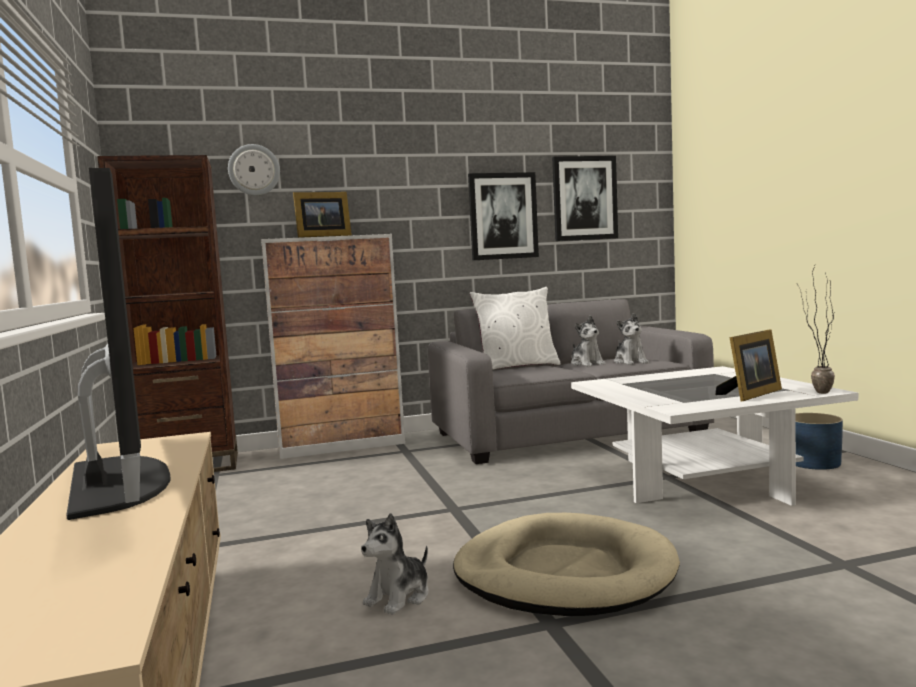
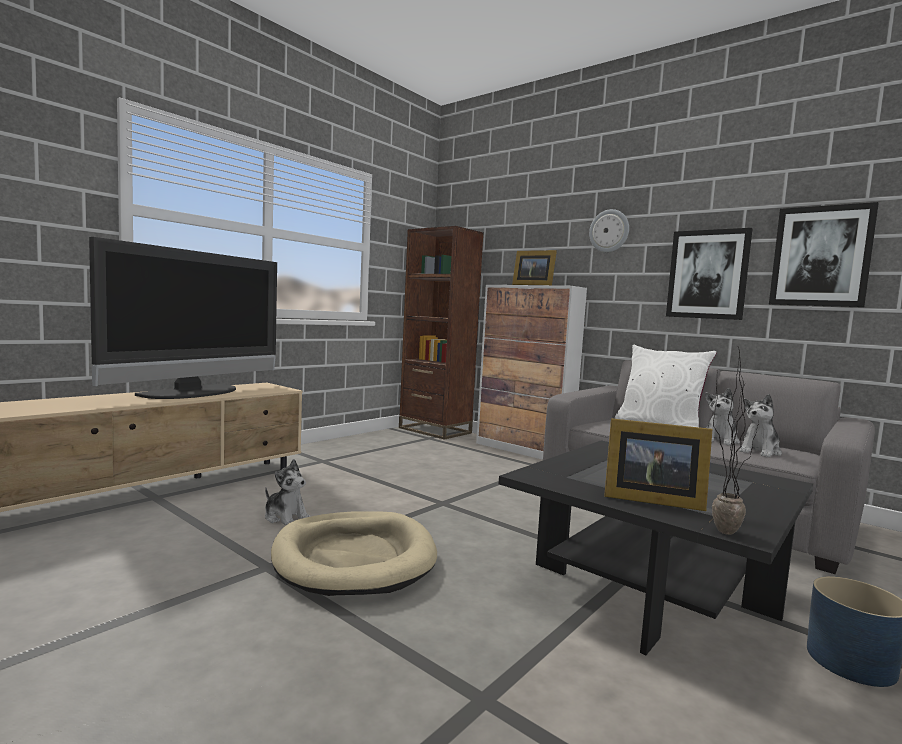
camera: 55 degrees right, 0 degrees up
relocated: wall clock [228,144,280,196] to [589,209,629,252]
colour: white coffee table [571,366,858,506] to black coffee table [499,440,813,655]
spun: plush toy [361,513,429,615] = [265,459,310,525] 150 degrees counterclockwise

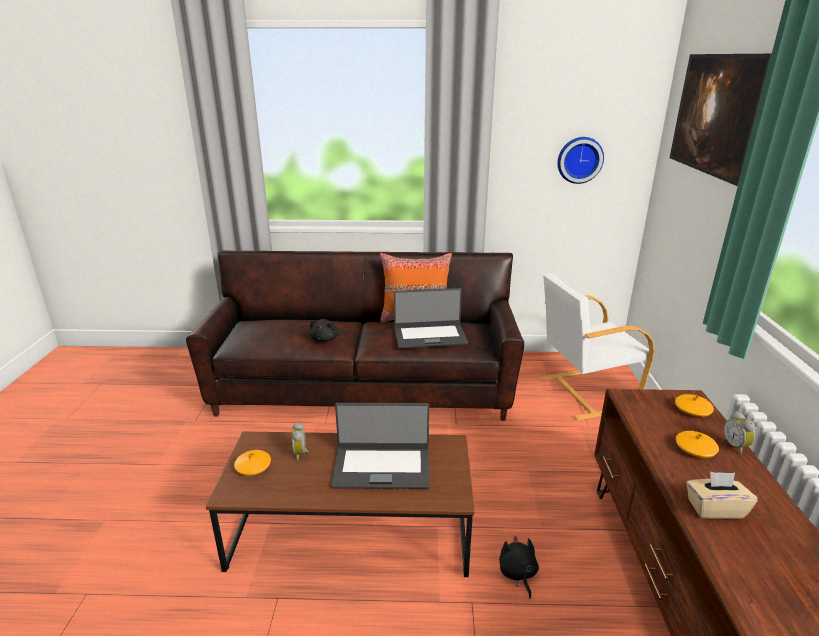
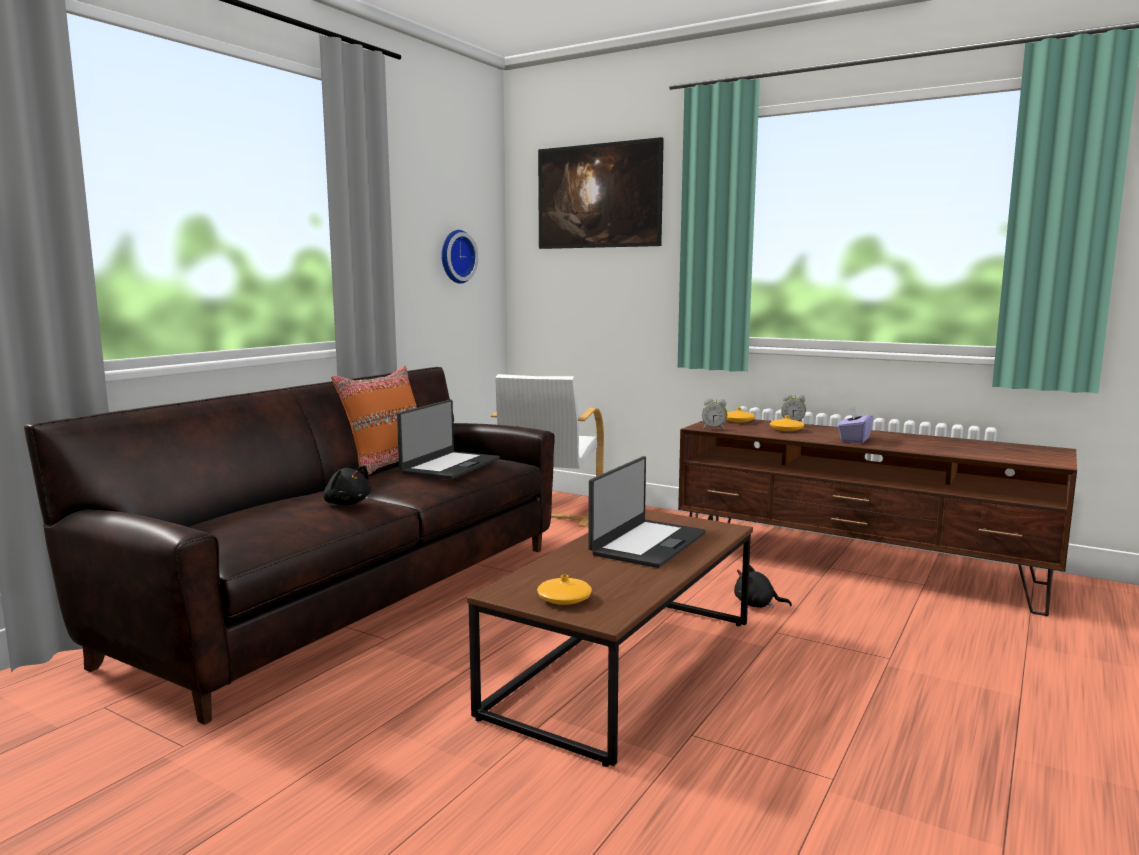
camera: 60 degrees left, 15 degrees down
relocated: alarm clock [292,422,309,461] to [702,398,727,431]
colour: beige tissue box [686,472,758,519] to purple tissue box [838,406,873,443]

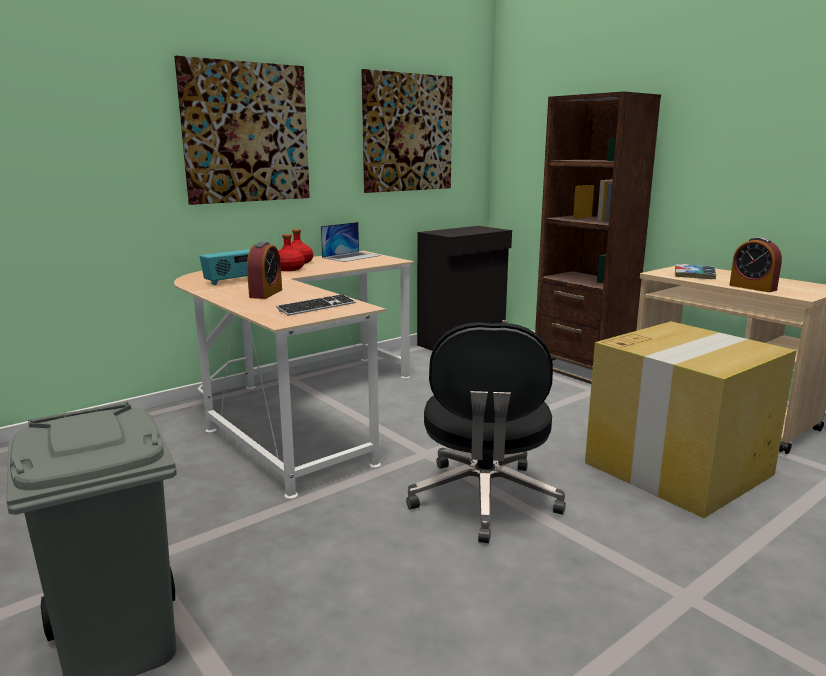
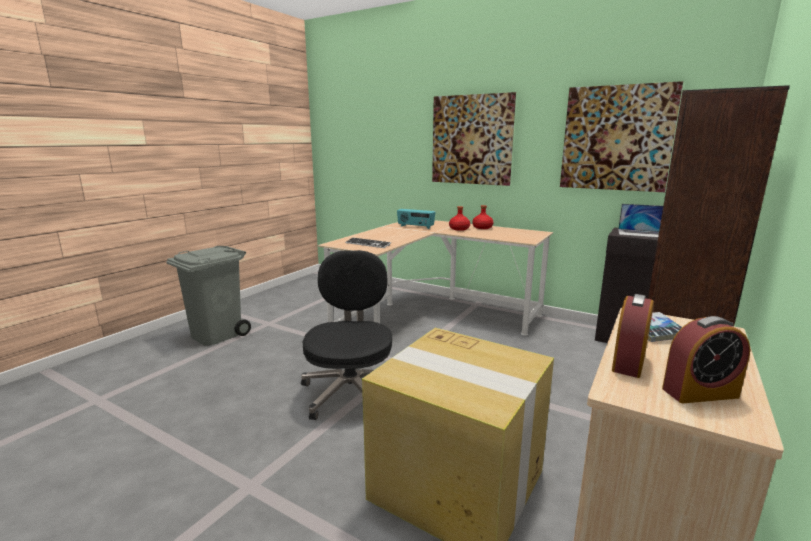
camera: 70 degrees right, 0 degrees up
relocated: alarm clock [247,242,282,299] to [662,316,750,403]; laptop [321,222,381,262] to [618,204,663,238]
spun: black office chair [406,322,565,544] = [301,250,392,420] 105 degrees clockwise

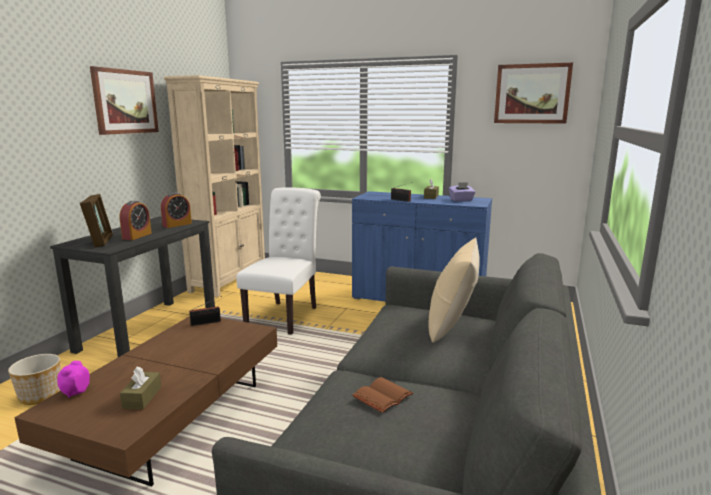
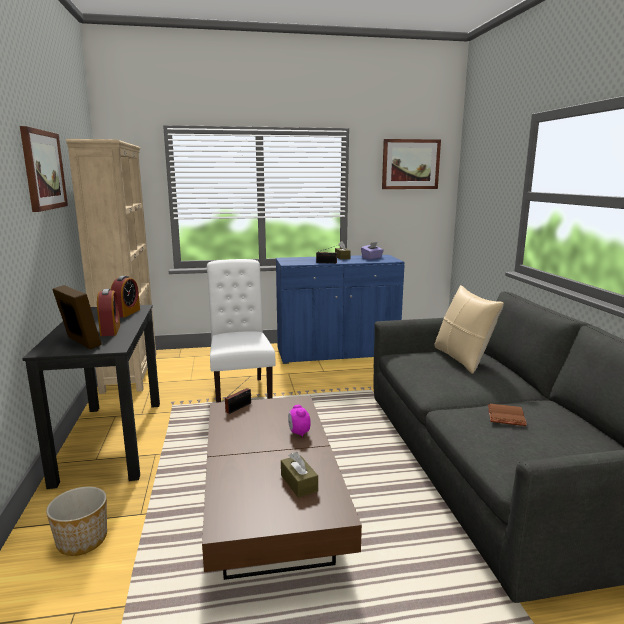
camera: 30 degrees left, 0 degrees up
relocated: alarm clock [57,361,90,398] to [288,405,311,437]

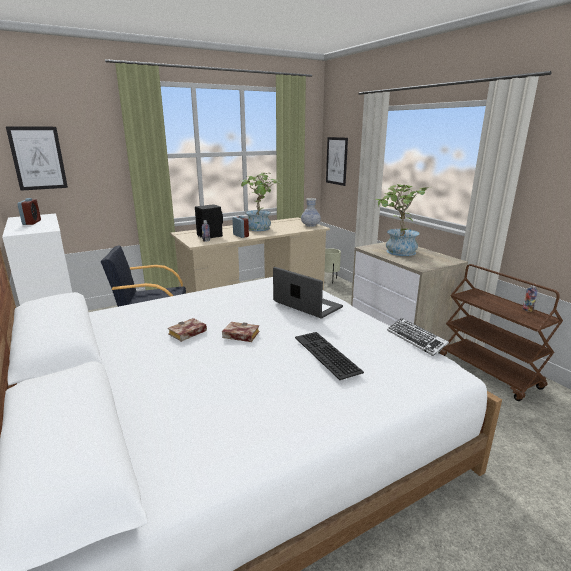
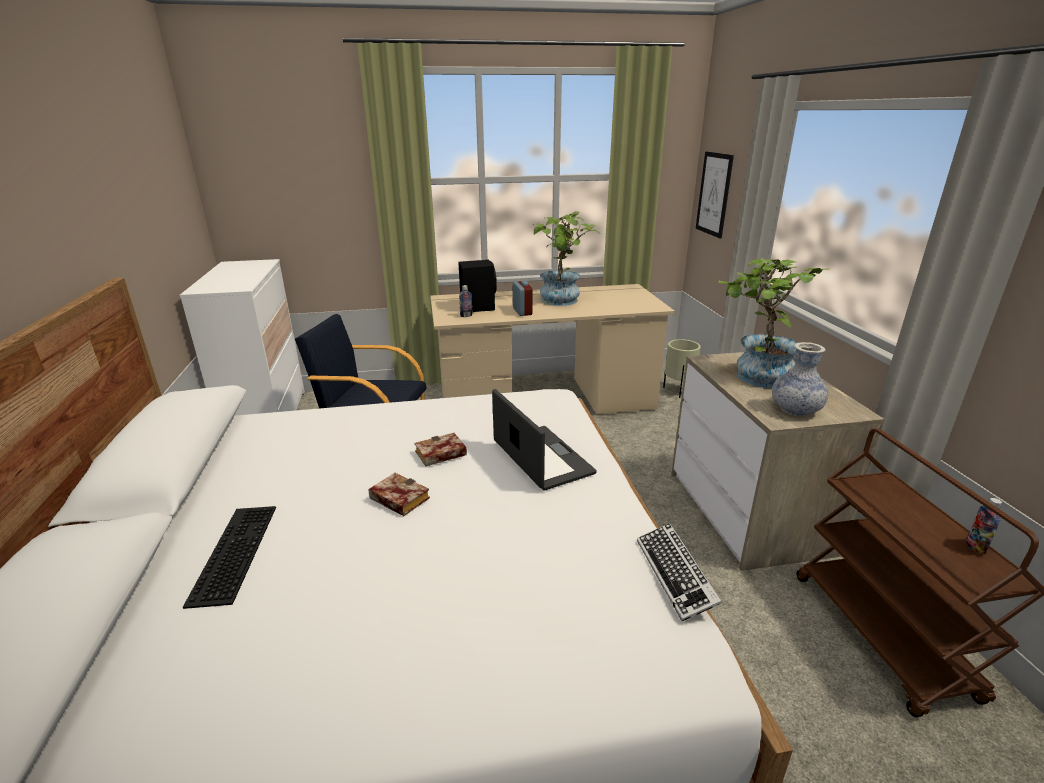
camera: 20 degrees right, 5 degrees up
missing: picture [6,127,68,191]; alarm clock [17,198,41,225]
relocated: book [168,318,207,342] to [415,433,467,466]; keyboard [295,332,364,380] to [183,506,276,609]; vase [301,198,321,227] to [772,342,828,417]

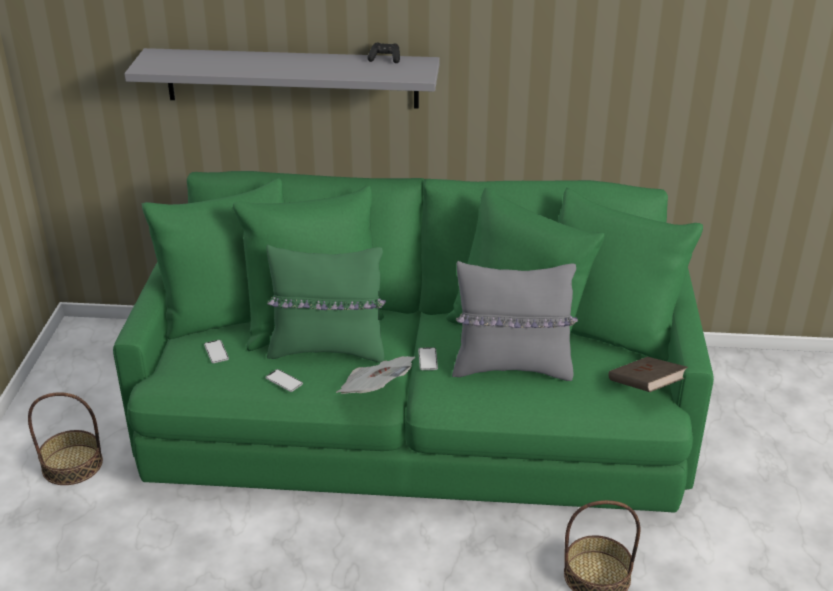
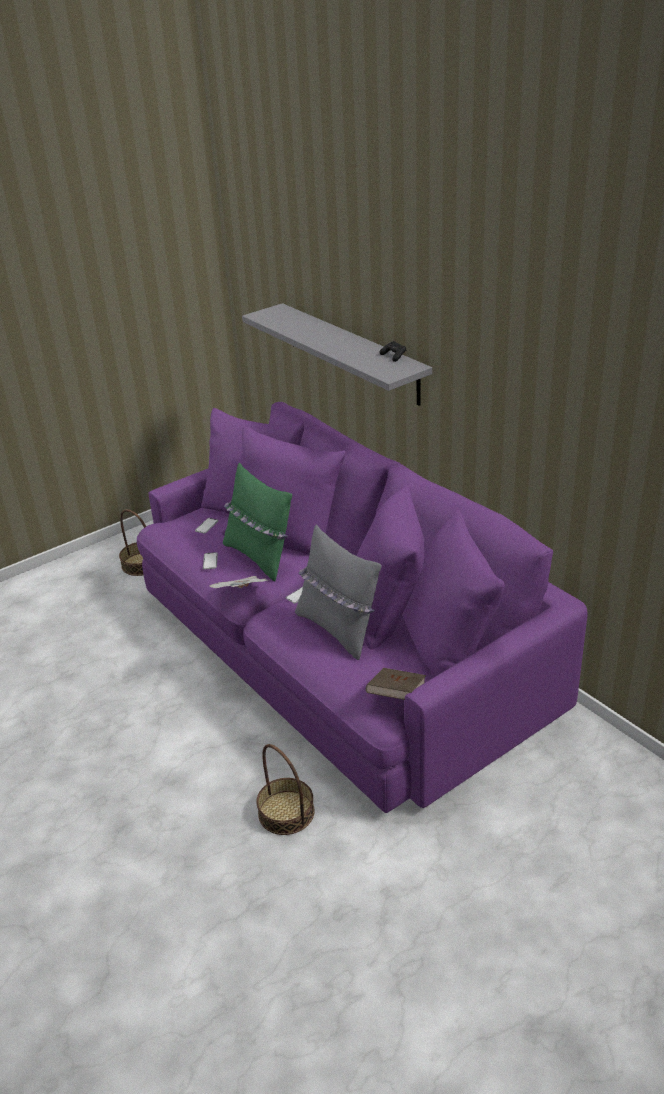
camera: 50 degrees right, 0 degrees up
colour: green sofa [113,171,714,513] to purple sofa [137,402,588,813]

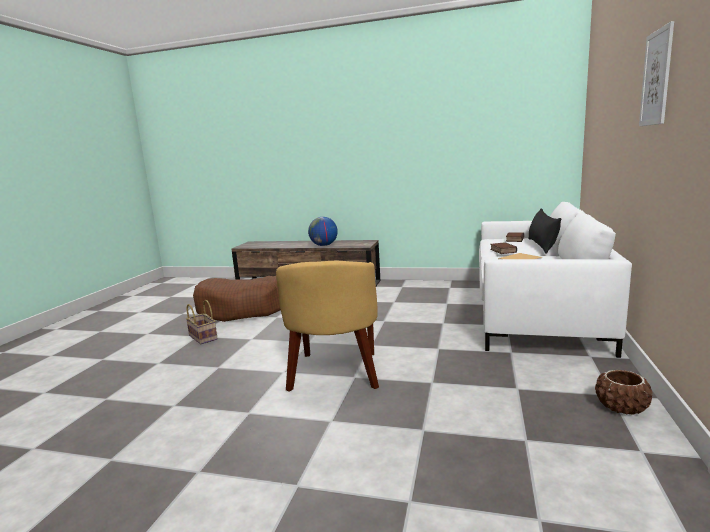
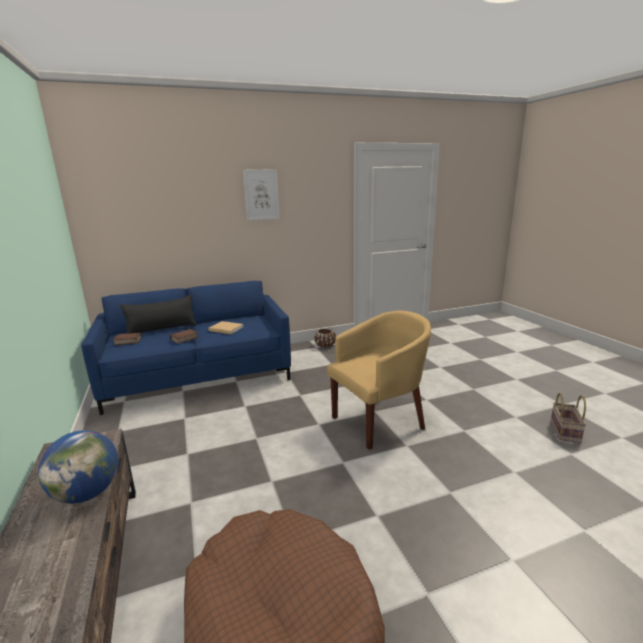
camera: 125 degrees left, 5 degrees up
relocated: basket [186,300,218,344] to [551,393,586,443]
colour: white sofa [479,202,632,358] to blue sofa [81,281,291,415]

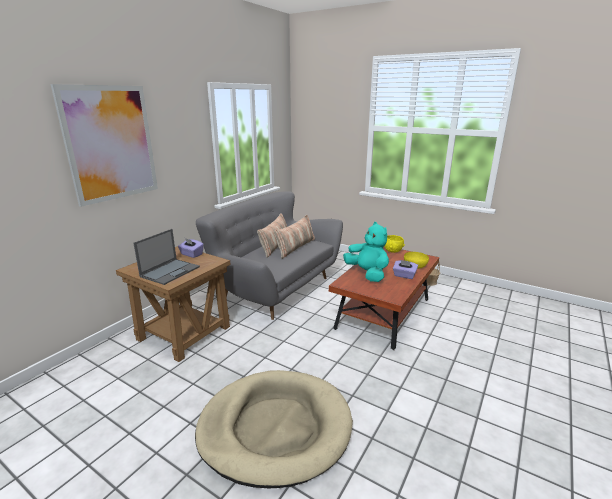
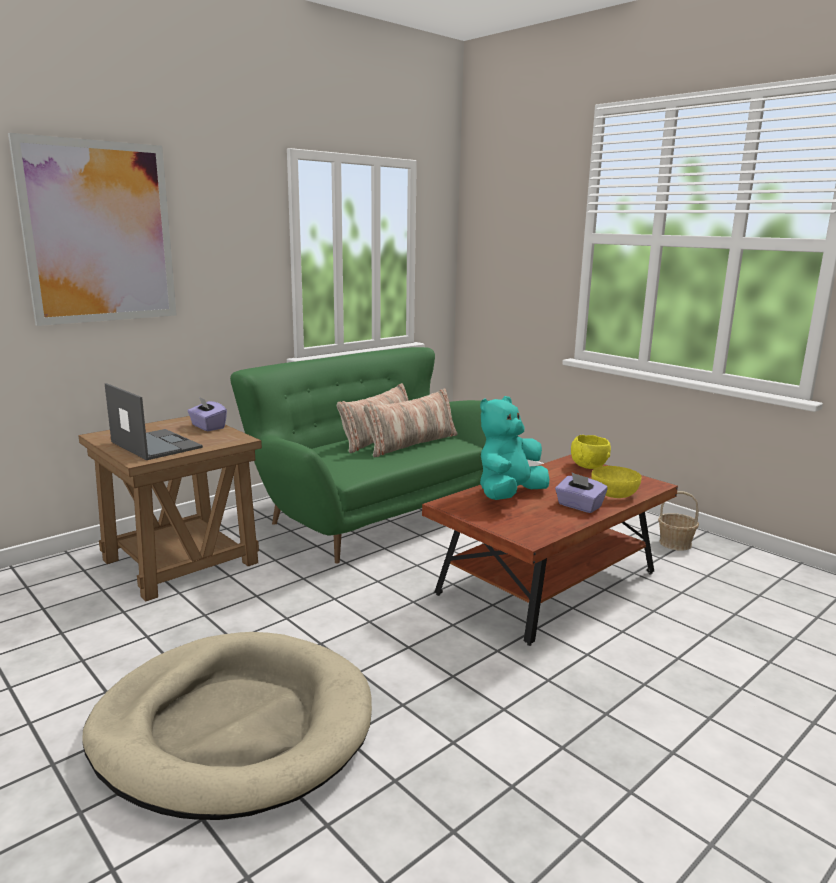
camera: 15 degrees right, 5 degrees down
colour: grey sofa [196,191,343,320] to green sofa [230,347,486,564]
spun: laptop [133,229,200,285] = [105,383,203,460] 90 degrees counterclockwise; turquoise plush toy [343,222,389,282] = [480,396,549,500] 120 degrees counterclockwise

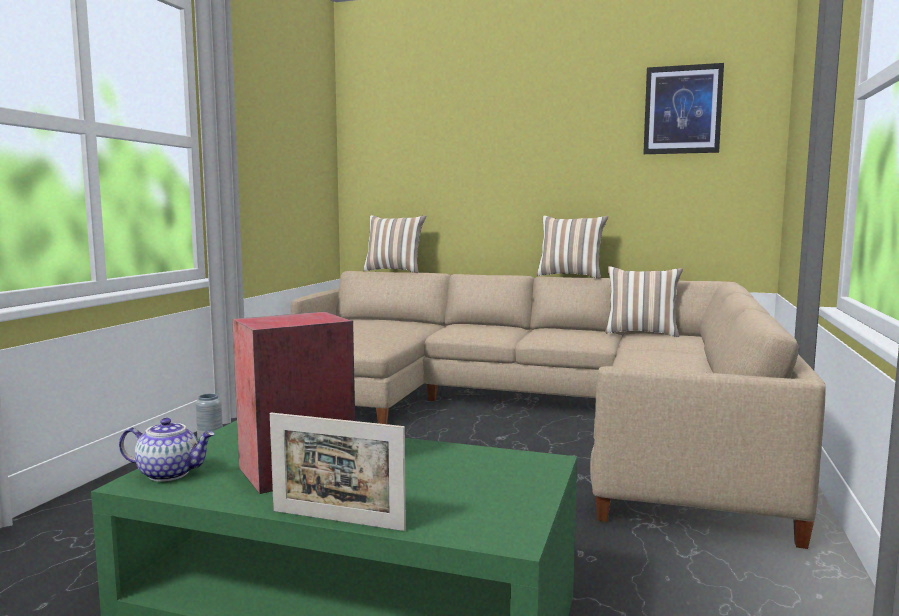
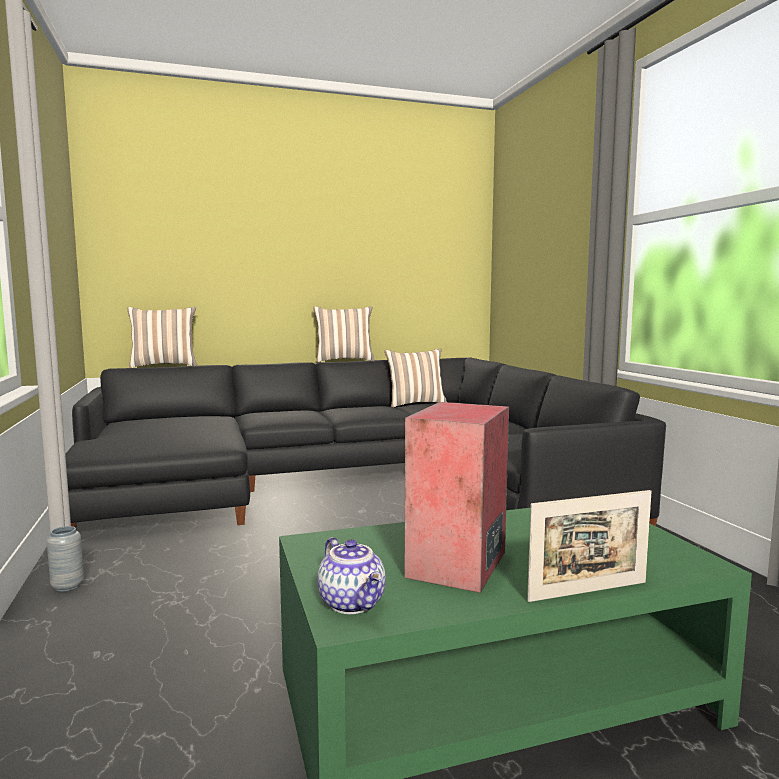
camera: 35 degrees left, 0 degrees up
missing: picture [643,63,724,154]
colour: beige sofa [291,271,826,549] to black sofa [65,358,666,530]
spun: teapot [119,418,215,482] = [317,537,386,614] 90 degrees clockwise

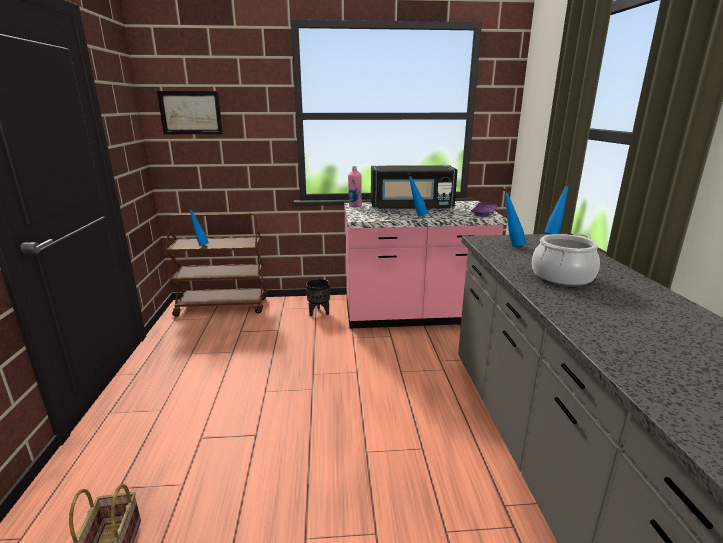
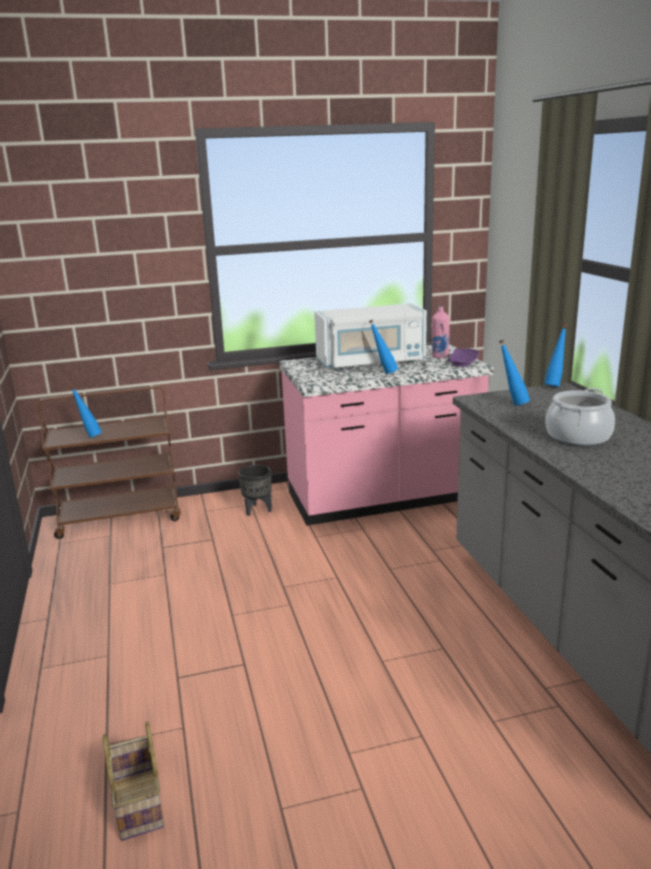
camera: 10 degrees left, 0 degrees up
missing: picture [157,91,223,134]
relocated: pink bottle [348,166,362,207] to [432,306,449,358]
colour: black microwave [371,165,458,211] to white microwave [314,303,427,369]

